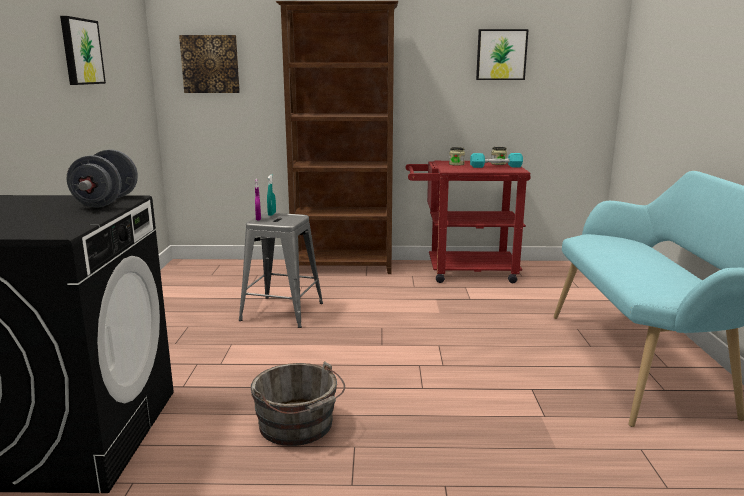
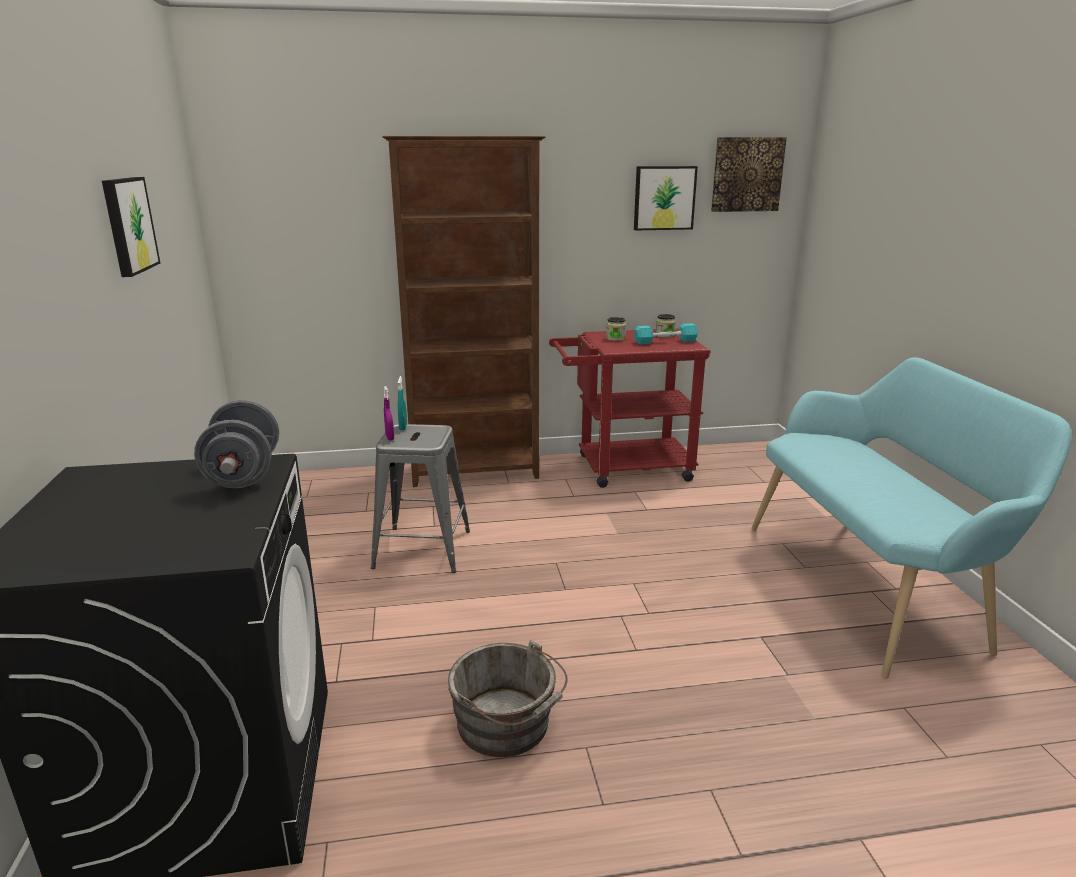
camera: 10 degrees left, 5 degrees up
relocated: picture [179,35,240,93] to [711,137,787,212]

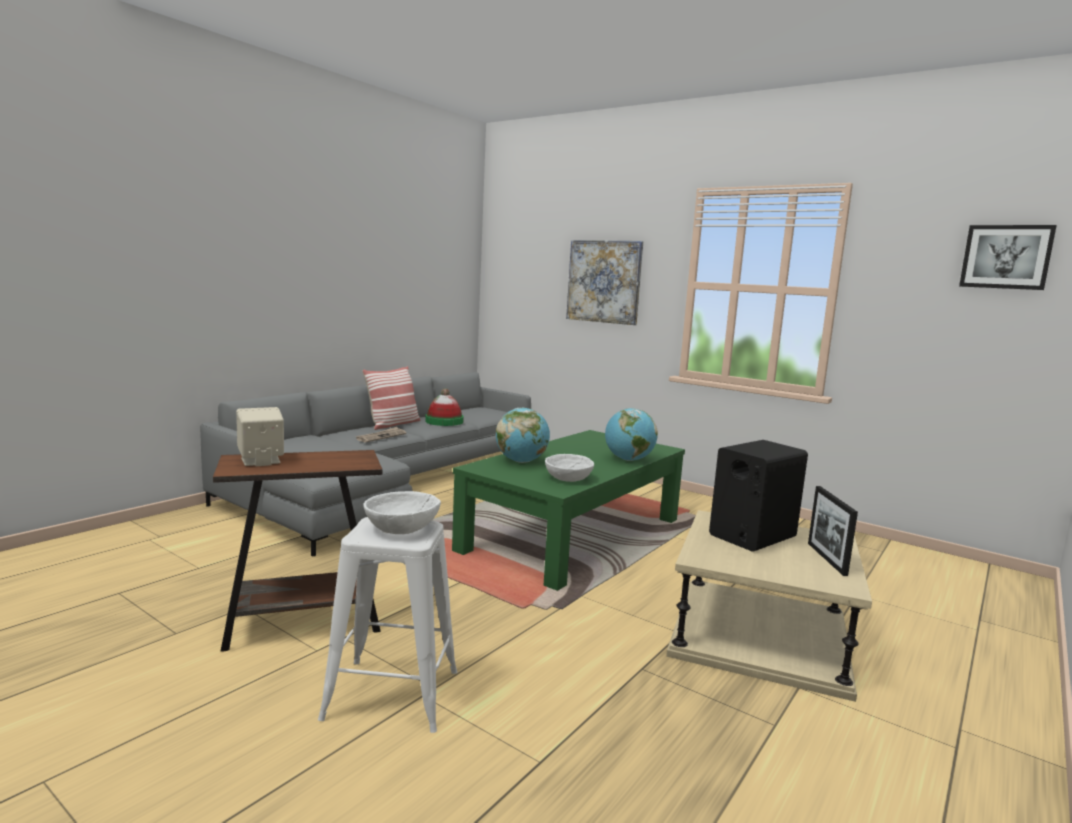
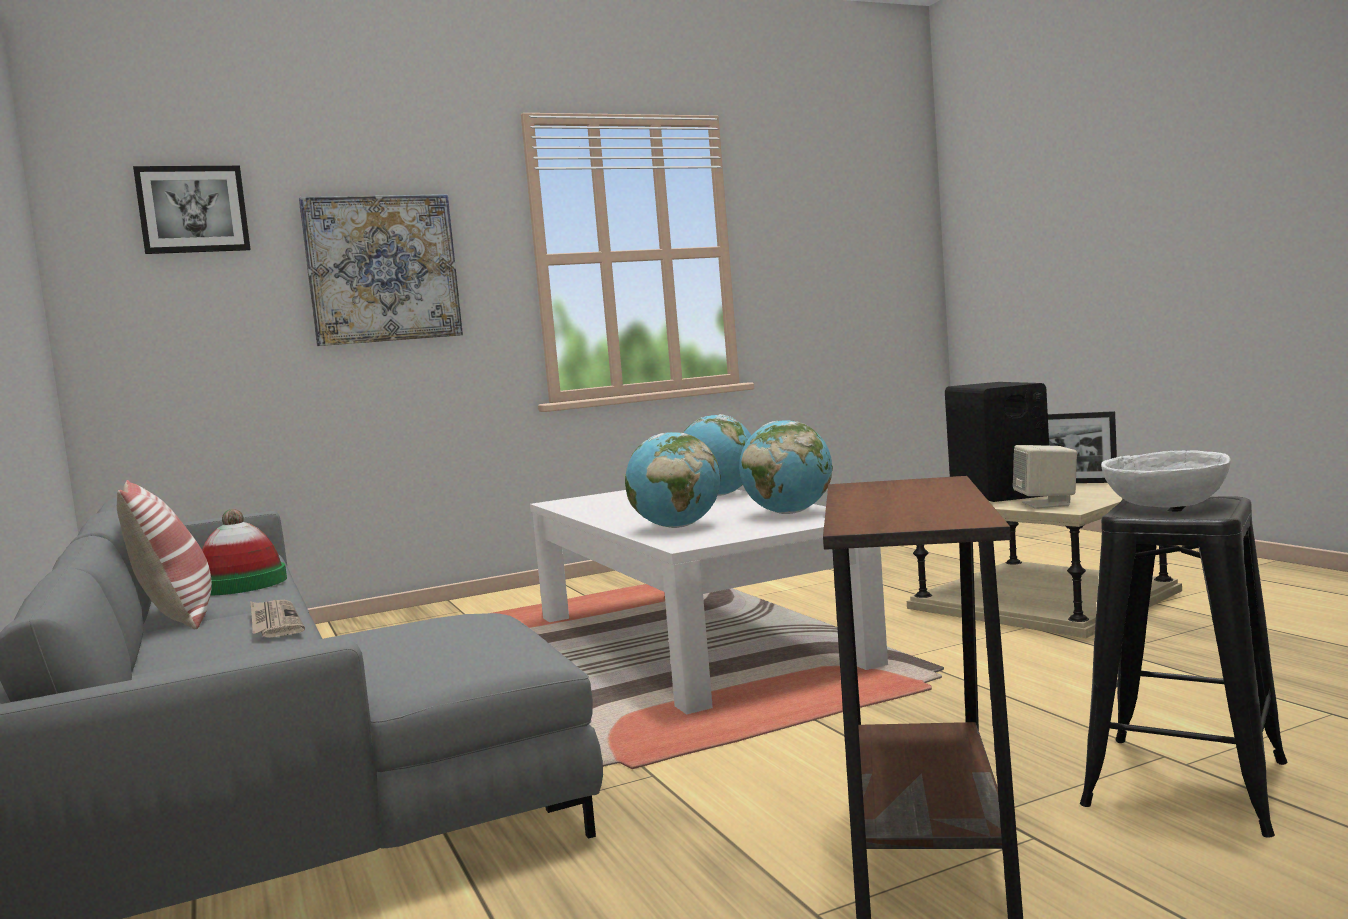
camera: 60 degrees left, 5 degrees down
relocated: beige speaker [236,407,284,466] to [1013,445,1077,509]; picture [959,225,1057,290] to [133,166,250,254]
exchanged: white bowl [545,454,594,482] to globe [739,421,833,514]
colour: white stool [318,517,457,733] to black stool [1080,496,1287,838]; green coffee table [452,430,685,591] to white coffee table [530,490,888,714]

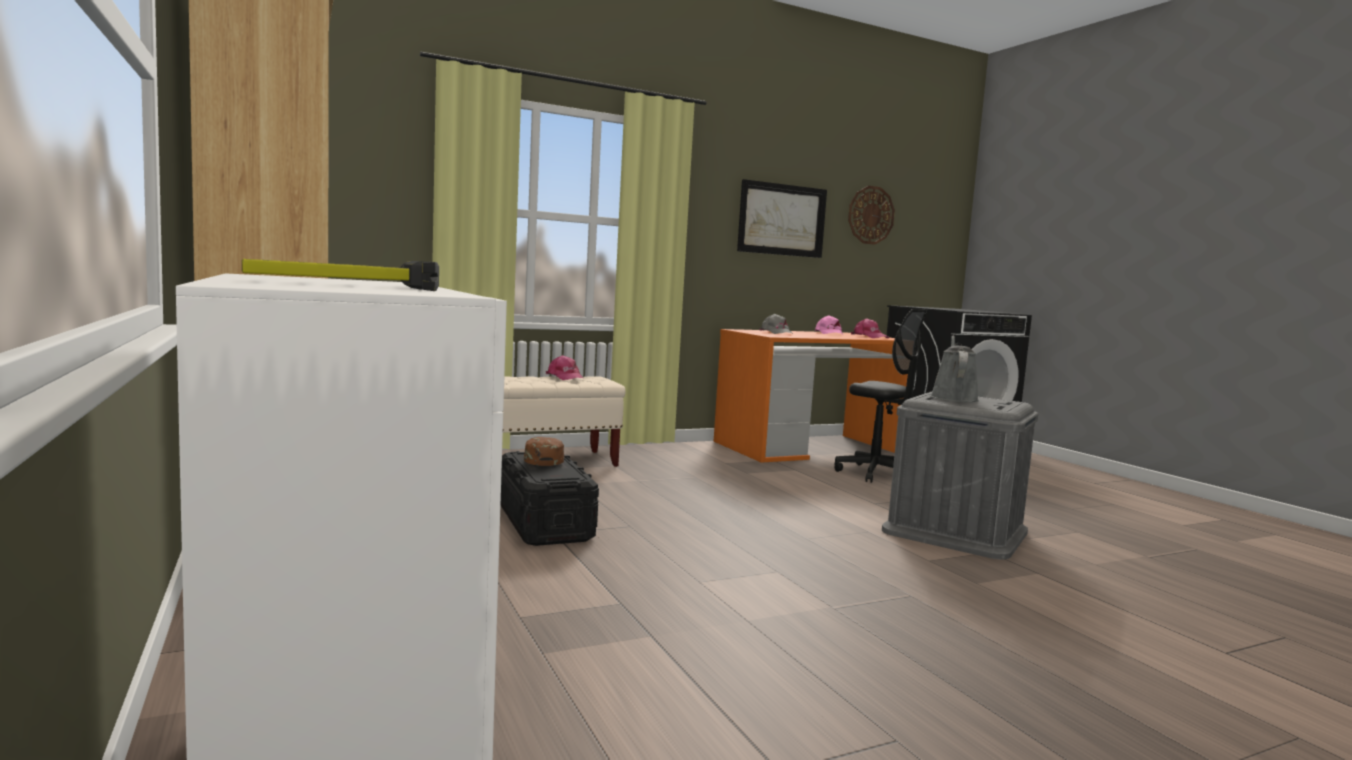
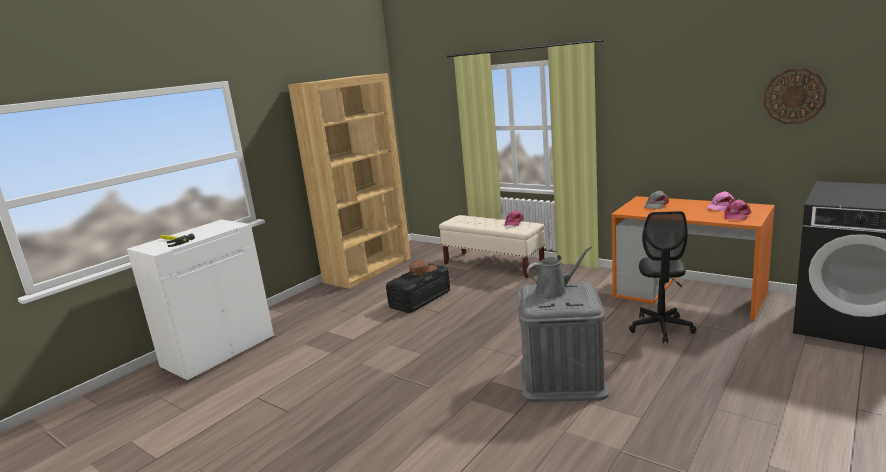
camera: 65 degrees right, 10 degrees up
missing: picture [737,179,827,258]

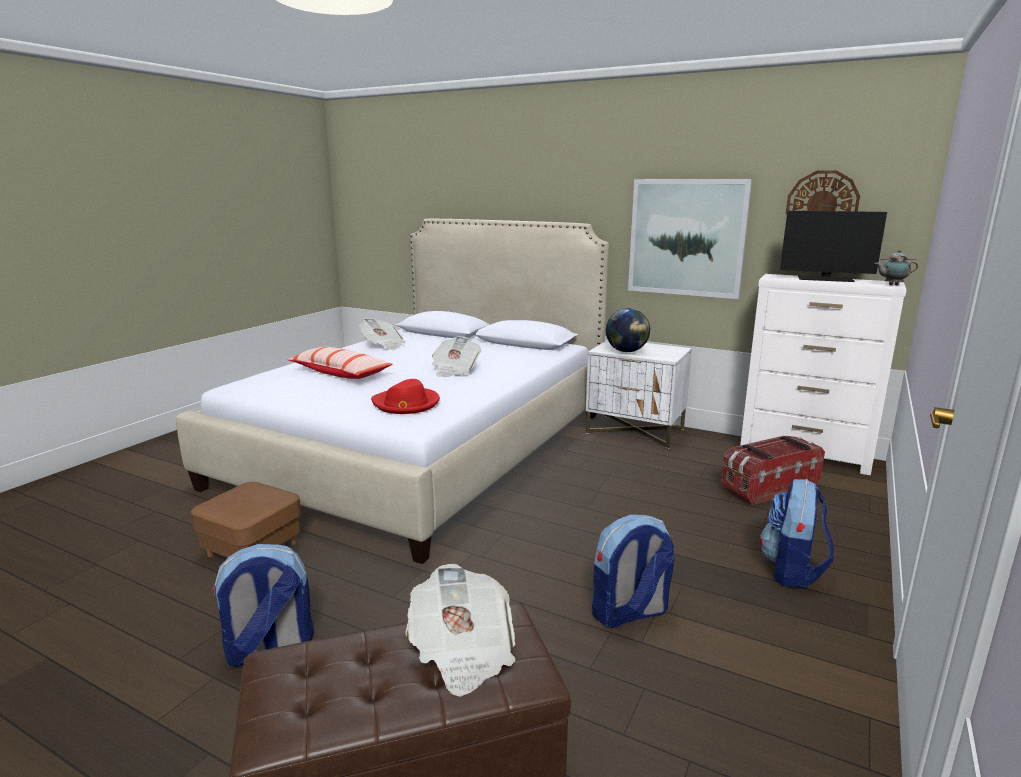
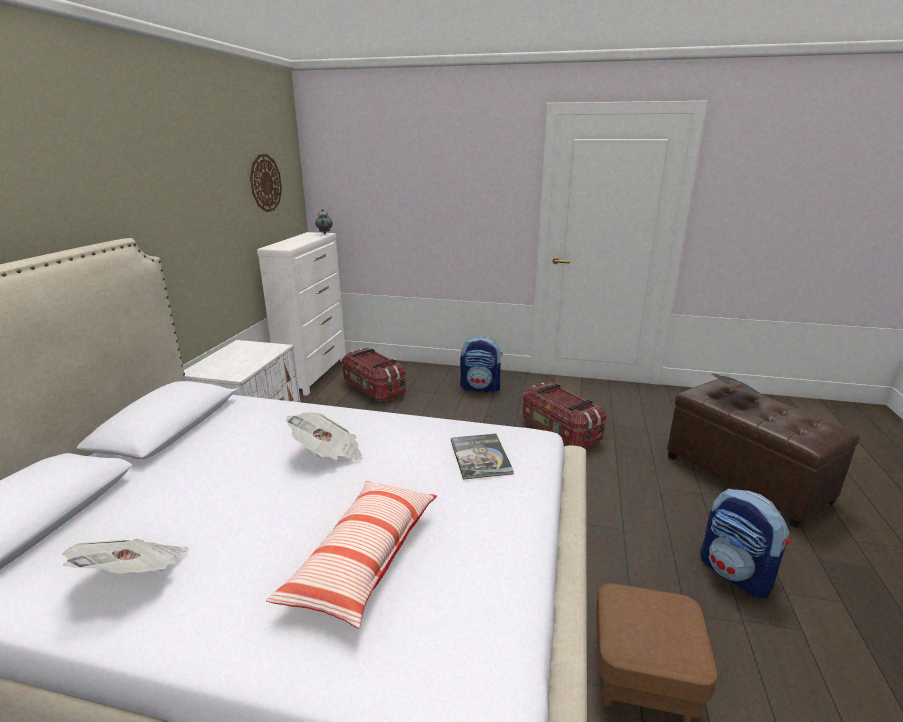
camera: 105 degrees left, 5 degrees up
missing: globe [606,308,650,352]; picture [628,179,752,299]; monitor [780,211,887,282]
exchanged: red hat [371,379,440,414] to book [451,434,514,479]; backpack [592,514,674,628] to storage box [522,381,606,448]

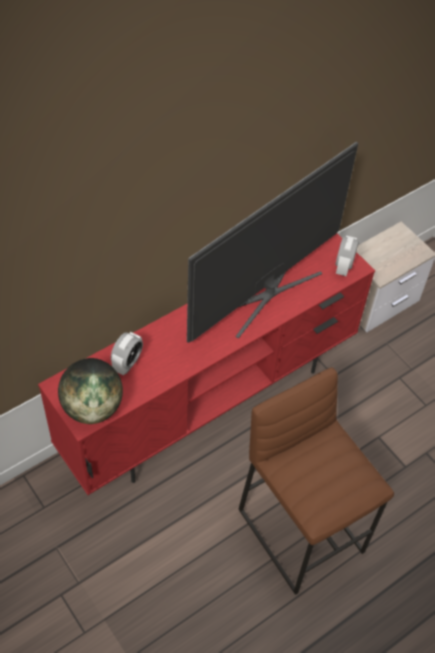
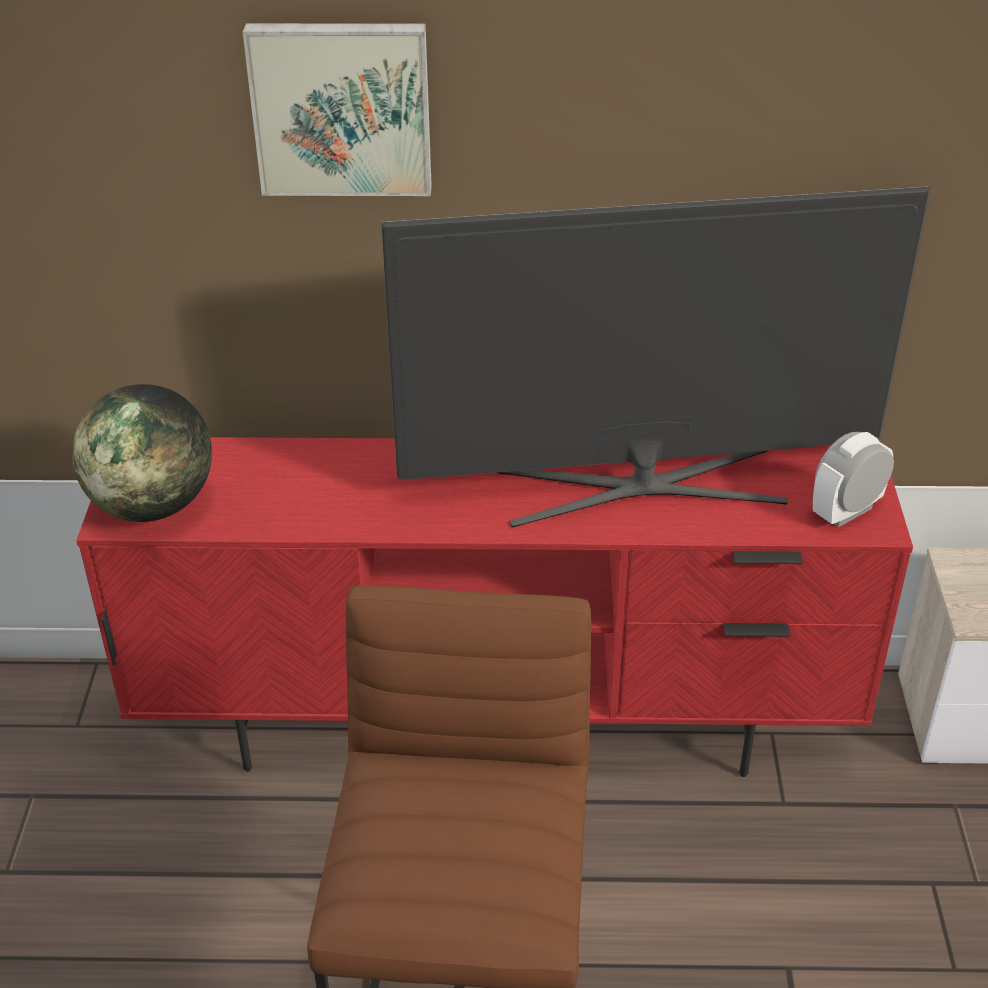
camera: 40 degrees right, 15 degrees down
missing: alarm clock [111,332,143,376]
appeared: picture [243,23,432,196]

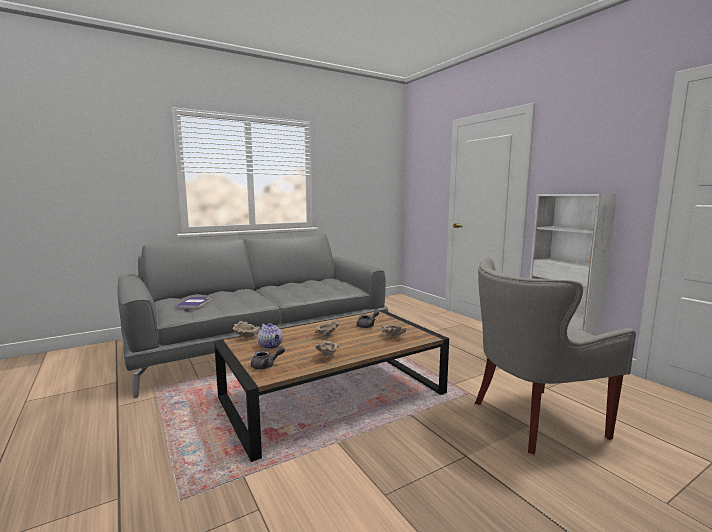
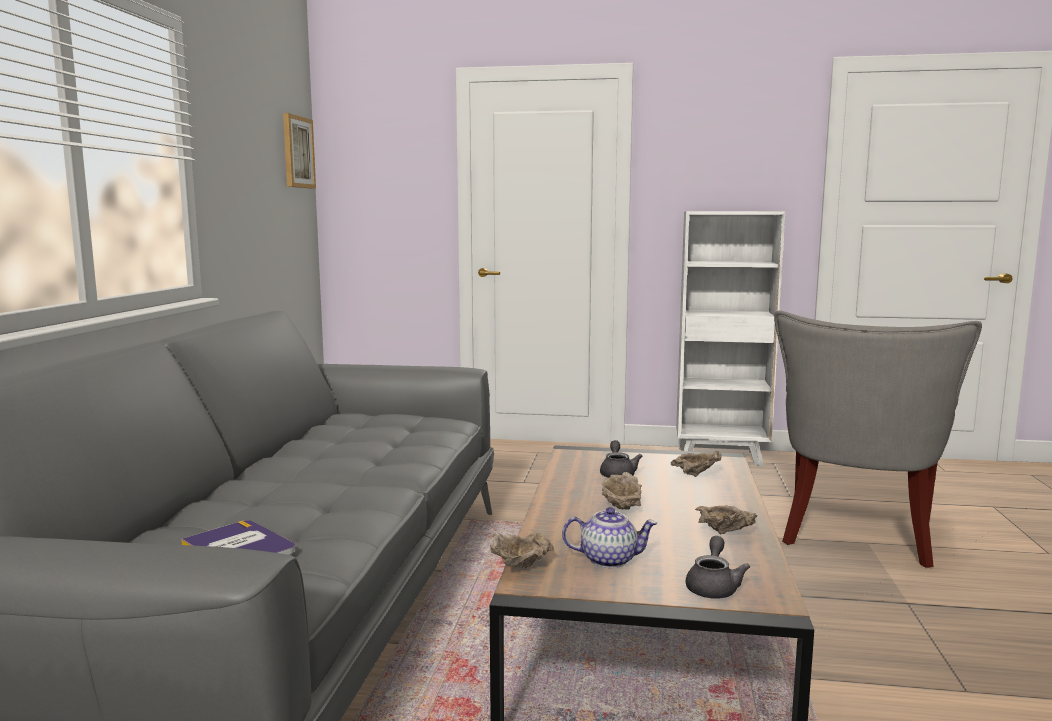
camera: 50 degrees left, 0 degrees up
appeared: picture [283,113,316,189]

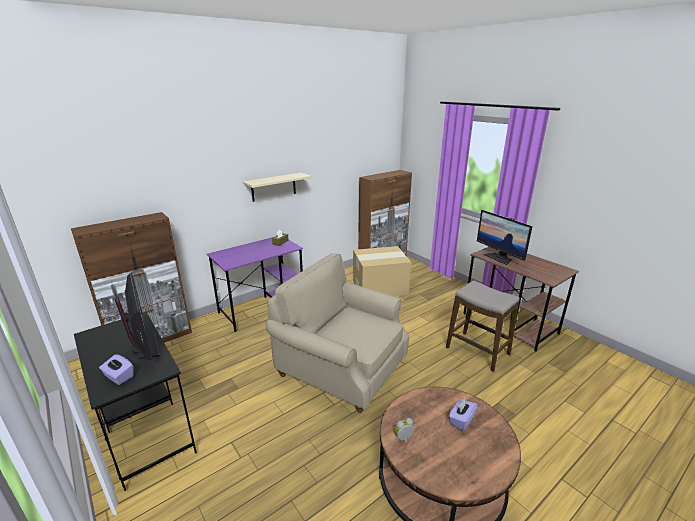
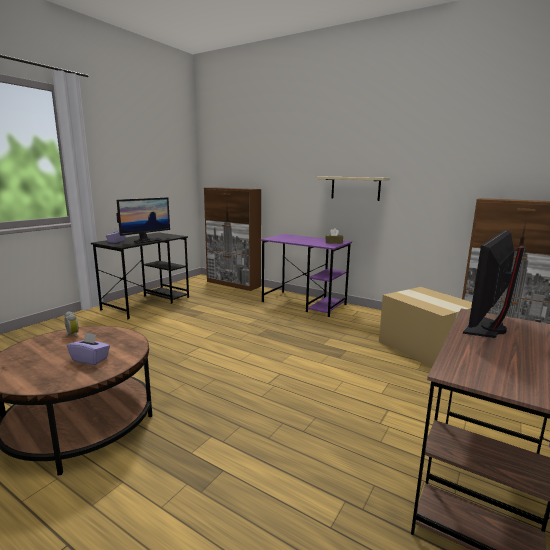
camera: 70 degrees right, 10 degrees down
missing: beige armchair [266,253,409,413]; stool [446,280,520,372]

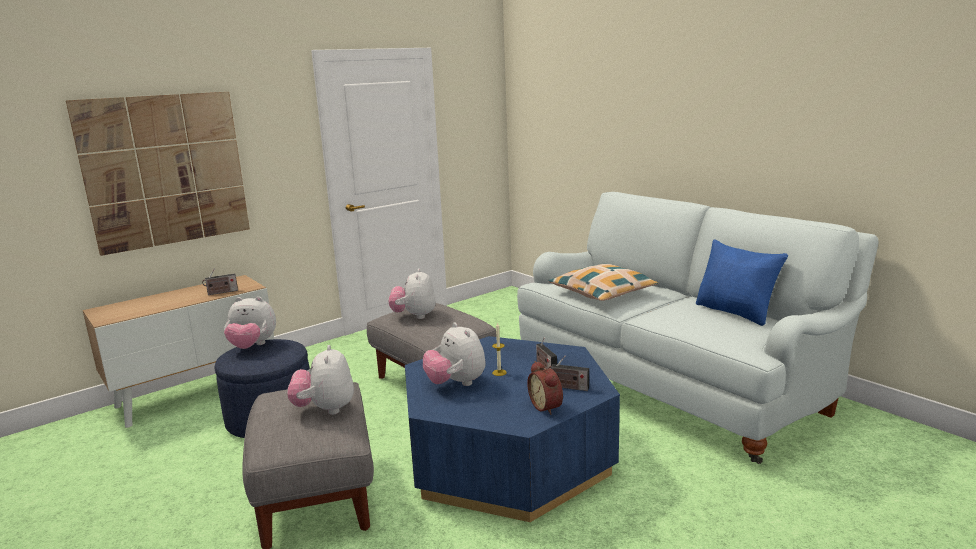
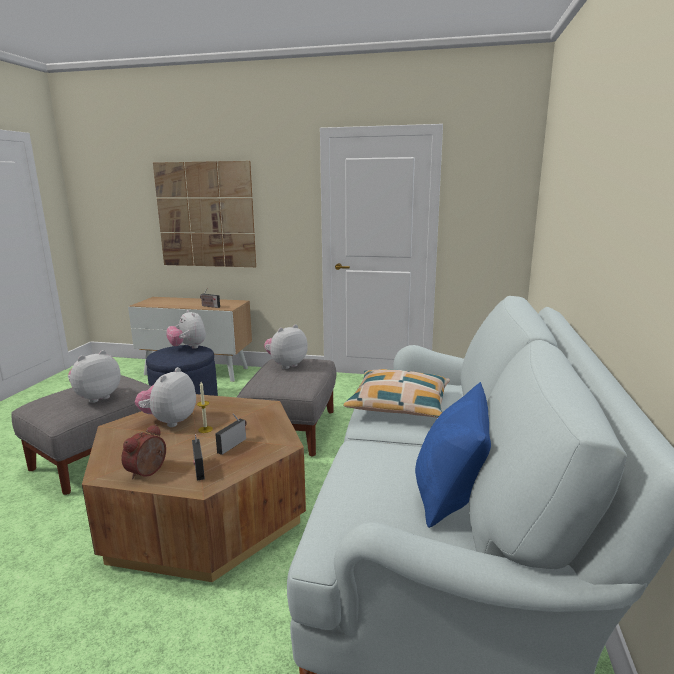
camera: 50 degrees right, 0 degrees up
colour: blue coffee table [405,336,620,522] to brown coffee table [82,394,306,582]

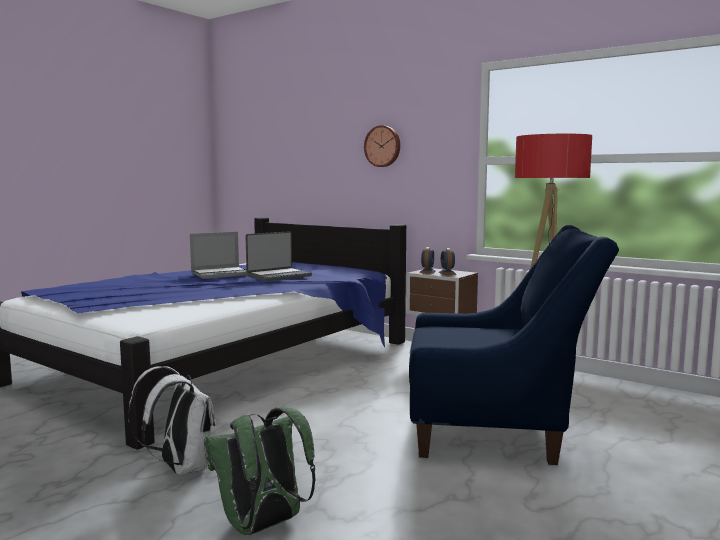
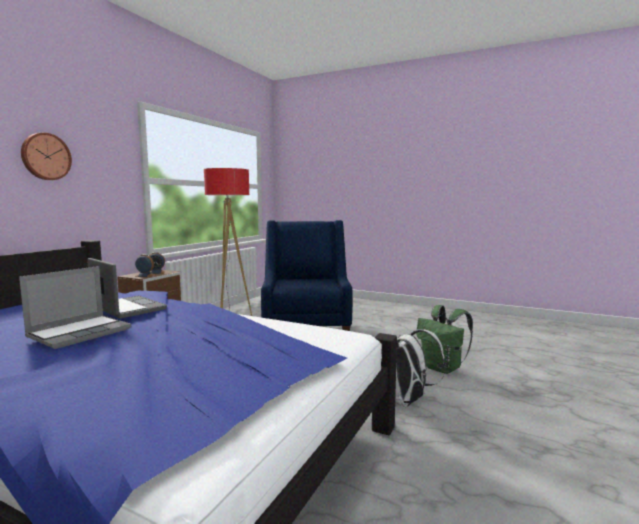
camera: 100 degrees left, 0 degrees up
spun: laptop [190,232,248,279] = [19,266,131,349] 75 degrees clockwise

